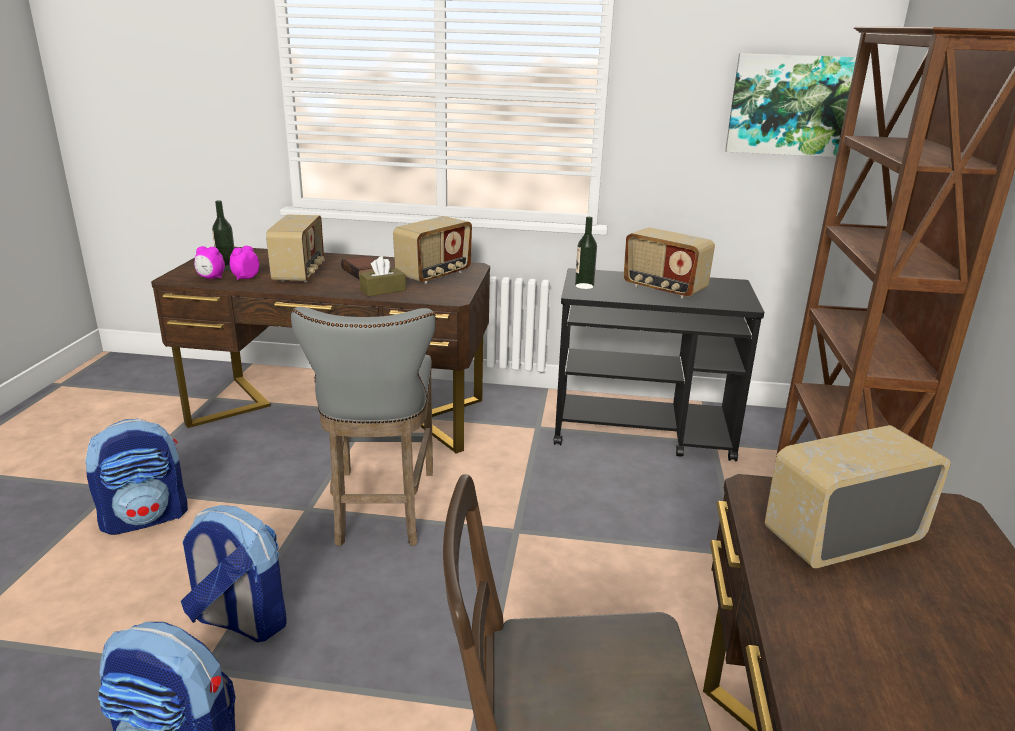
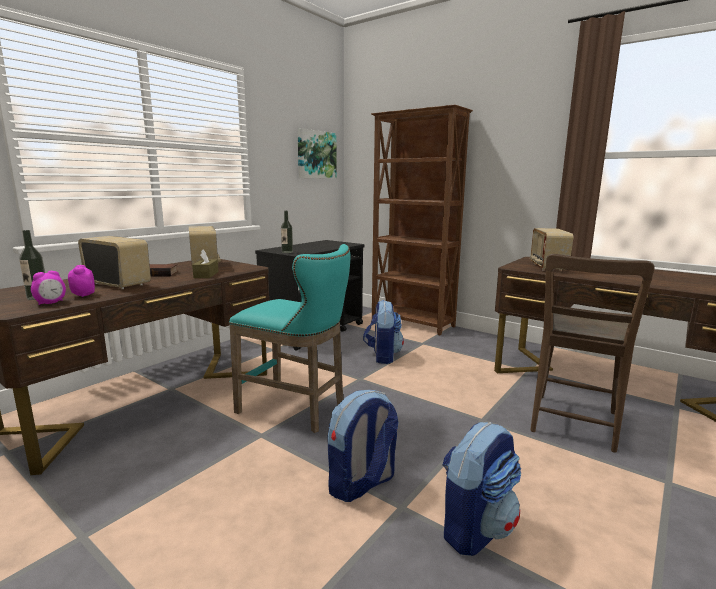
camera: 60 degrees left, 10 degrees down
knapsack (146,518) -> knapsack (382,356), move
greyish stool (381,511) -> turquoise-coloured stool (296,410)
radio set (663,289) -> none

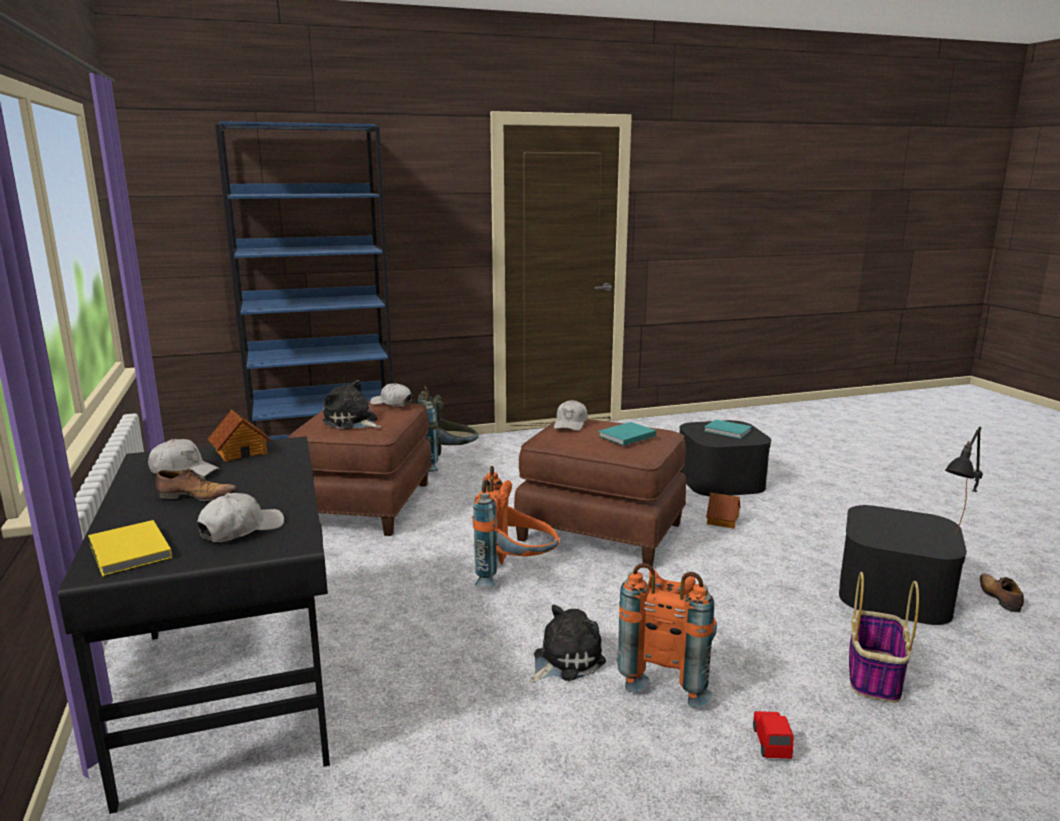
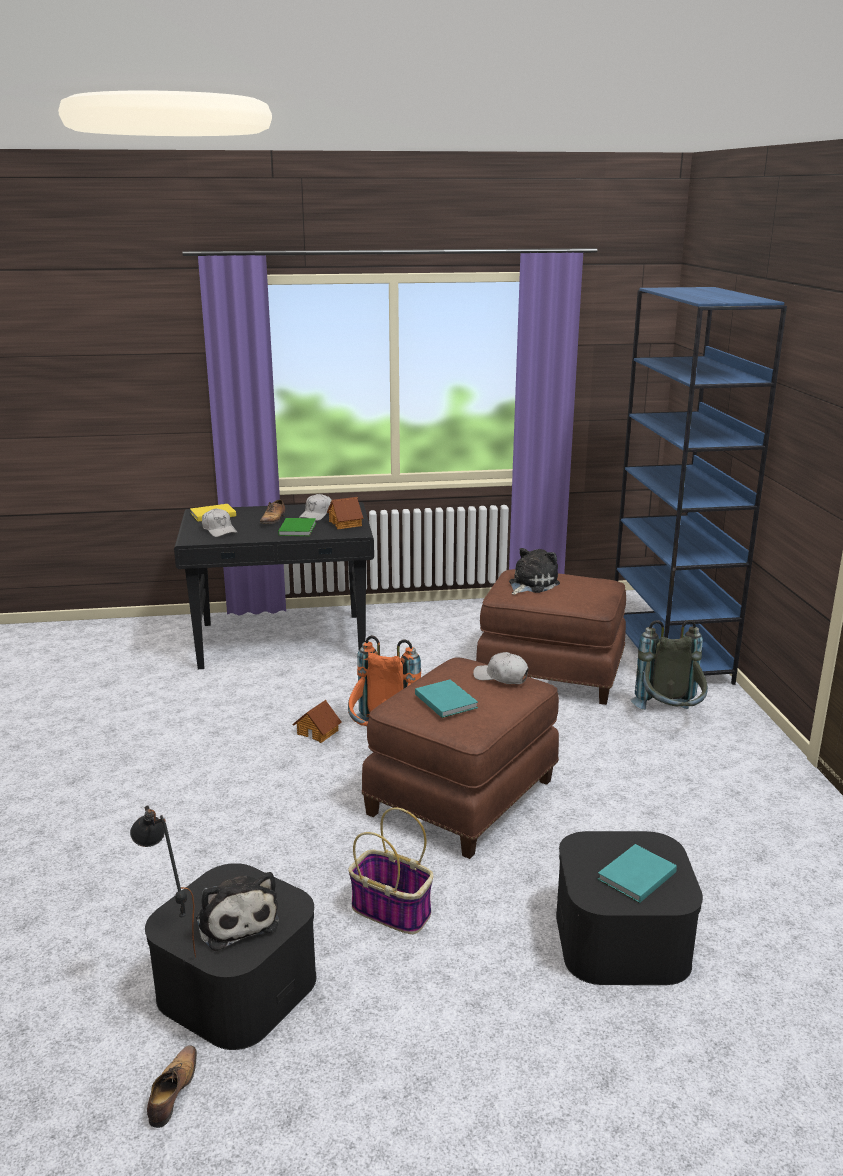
camera: 100 degrees right, 5 degrees up
white cap (392,403) -> none
soft toy (565,660) -> soft toy (236,920), move
orange-coloured knapsack (668,675) -> none
miniature house (722,520) -> miniature house (318,732), move
reddish toy car (771,743) -> none
basket (873,675) -> basket (393,910), move
low shoe (999,597) -> low shoe (172,1092), 90 degrees counterclockwise
none -> greenish bound book (298,529)

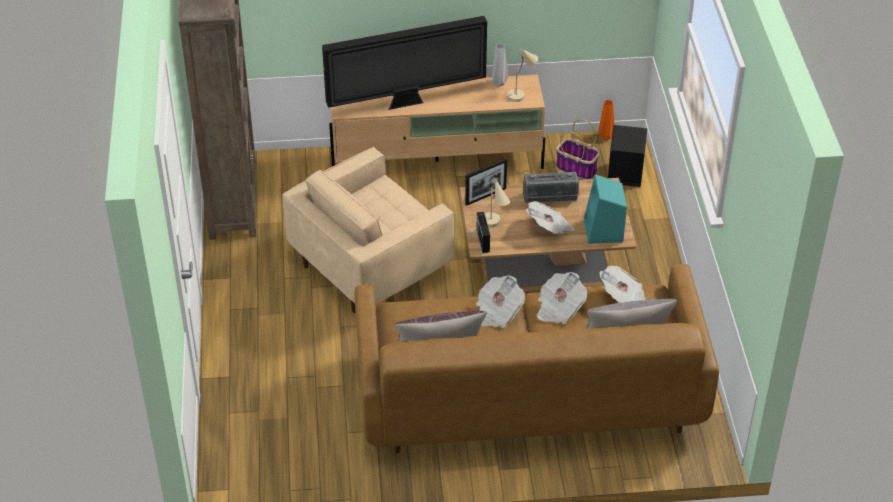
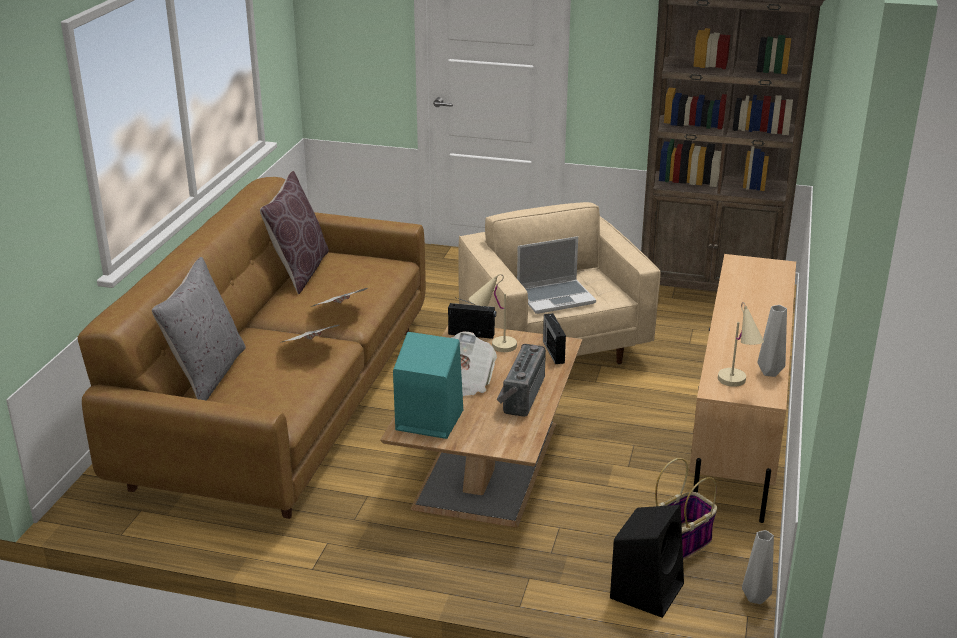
camera: 110 degrees right, 15 degrees down
TV (407,103) -> none
standing frame (485,196) -> radio set (553,351)
orange-coloured flower vase (605,136) -> greyish flower vase (757,598)
newspaper (623,297) -> none
none -> notebook computer (556,297)

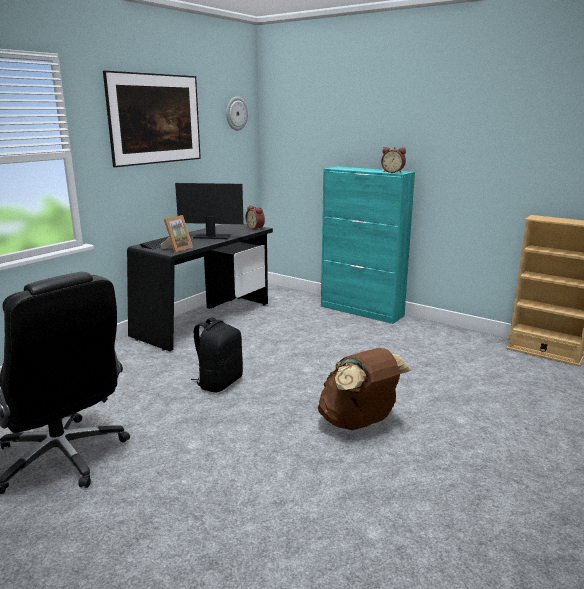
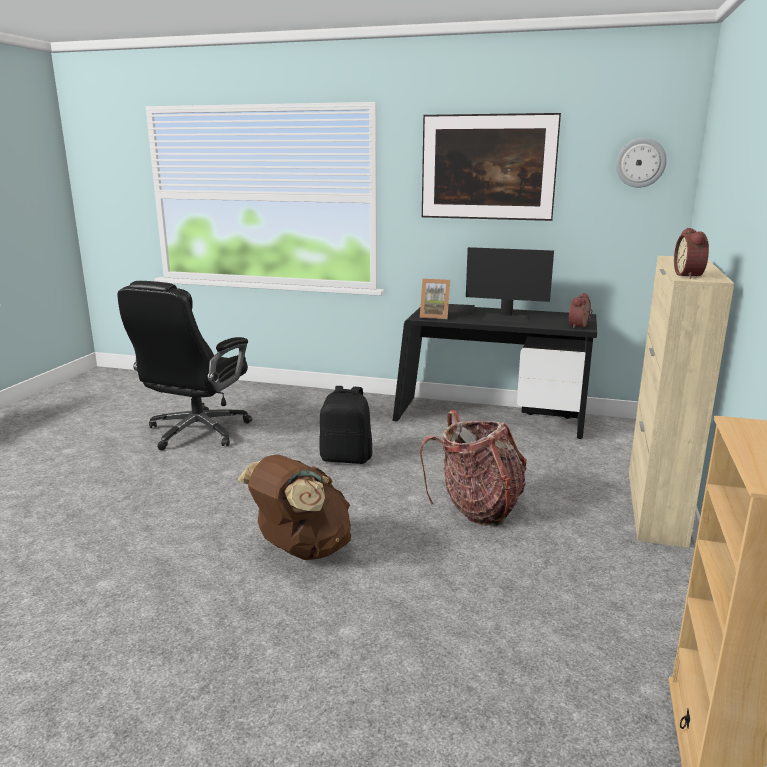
camera: 70 degrees right, 0 degrees up
computer display (212,236) -> computer display (505,318), 120 degrees clockwise
turquoise-coloured storage cabinet (362,311) -> beige storage cabinet (655,507)
none -> knapsack (477,508)

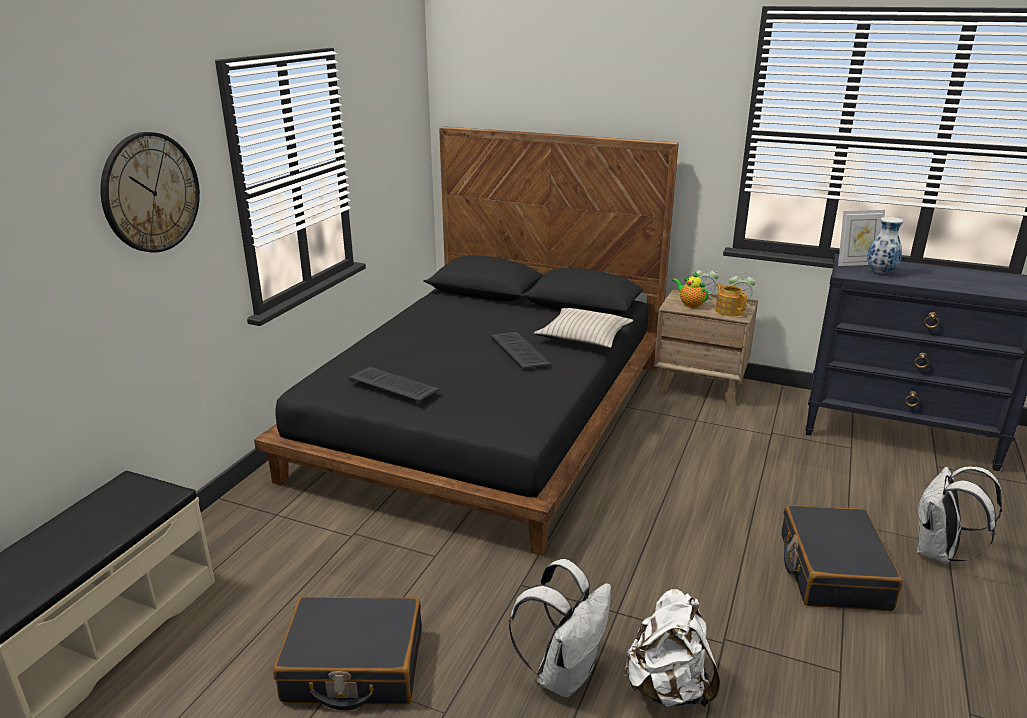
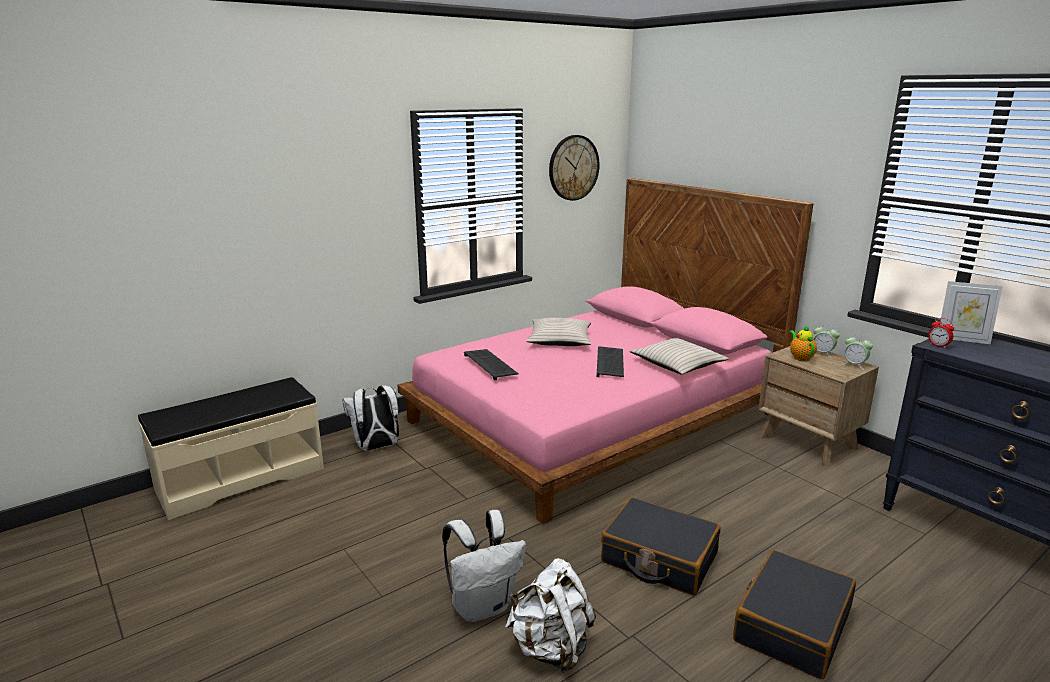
camera: 30 degrees right, 5 degrees down
hanging clock (150,192) -> hanging clock (573,168), move
black bed (488,418) -> pink-coloured bed (593,419)
black piece of luggage (354,666) -> black piece of luggage (659,558), move
pot for tea (729,311) -> none
flower vase (881,272) -> none
white knapsack (939,553) -> white knapsack (376,447), move
none -> beige throw pillow (560,340)
none -> bedside clock (938,346)

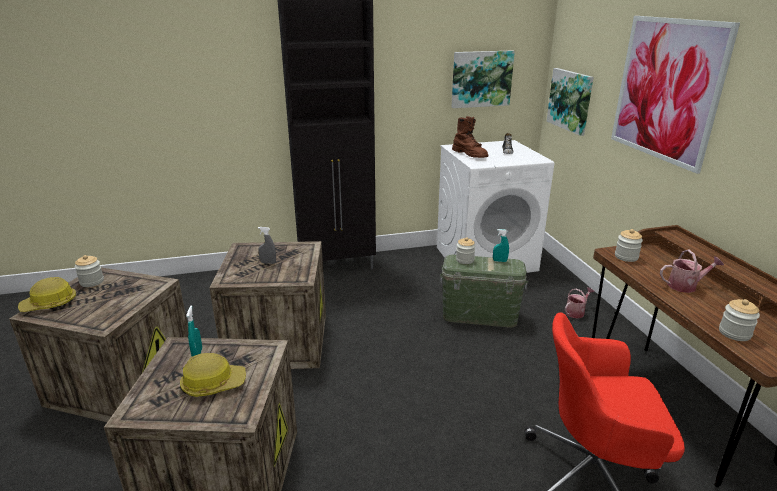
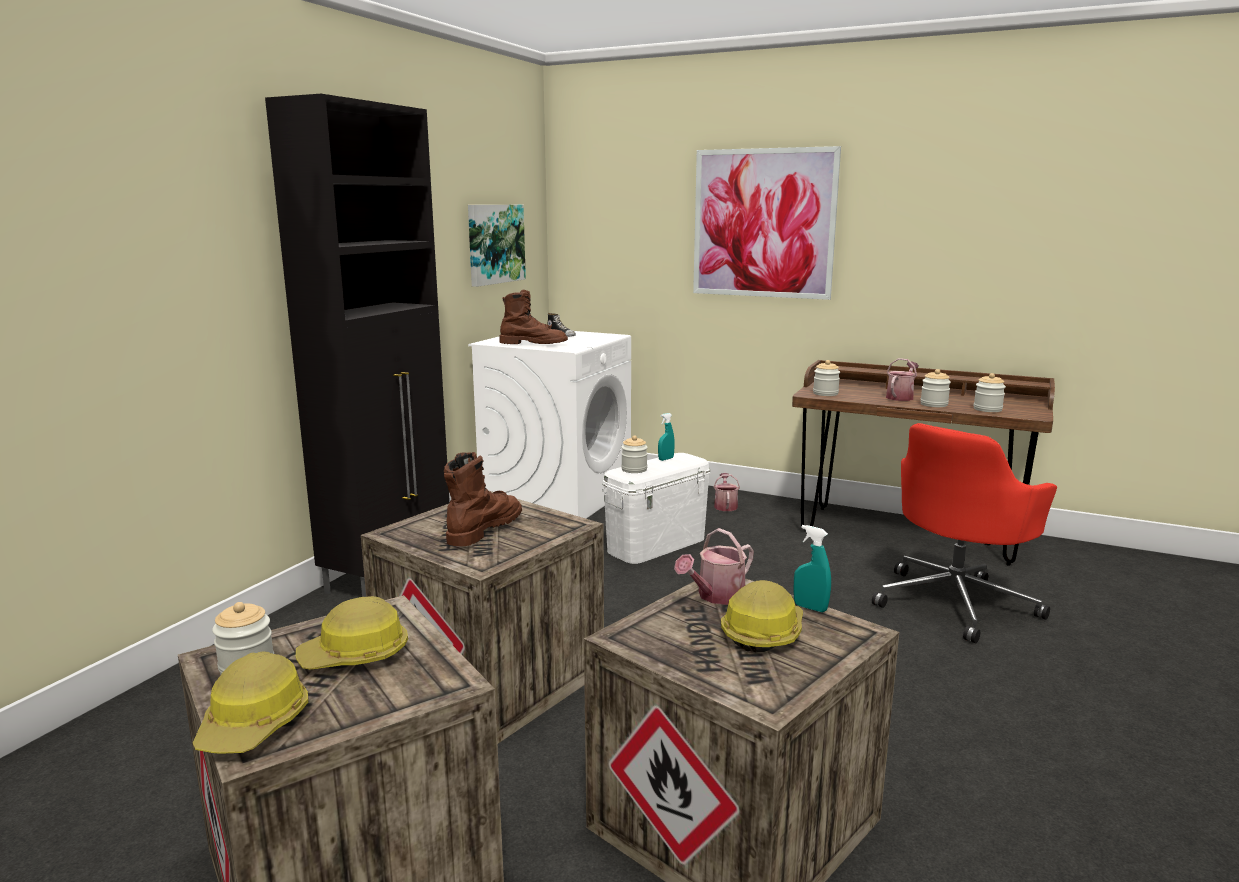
camera: 50 degrees left, 10 degrees down
turquoise-coloured hand sprayer (197,353) -> turquoise-coloured hand sprayer (810,608), move
greyish hand sprayer (268,262) -> brown high-top boot (483,529)
greenish storage box (480,315) -> white storage box (656,544)
wall picture (570,100) -> none
none -> safety helmet (355,655)
none -> sprinkling can (716,596)
none -> storage jar (934,404)

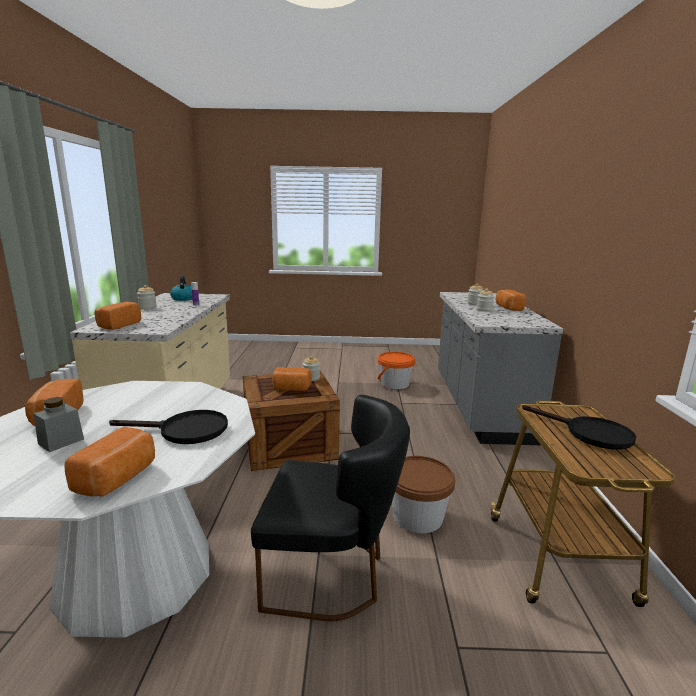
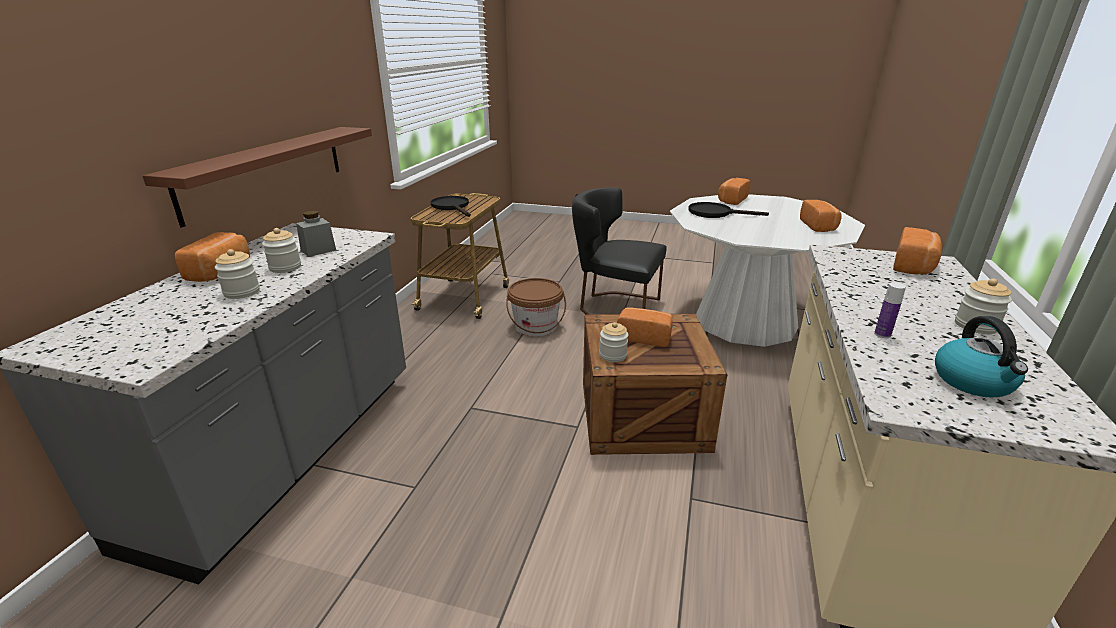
camera: 165 degrees left, 10 degrees up
greyish storage jar (61,441) -> greyish storage jar (318,250), move
orange-coloured pail (394,384) -> none
none -> brown shelf (266,170)

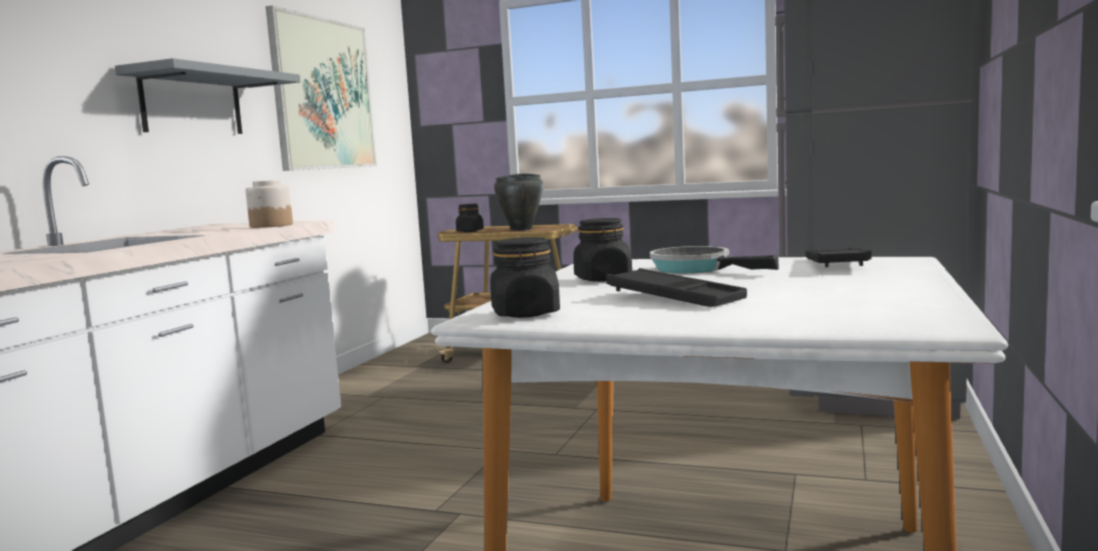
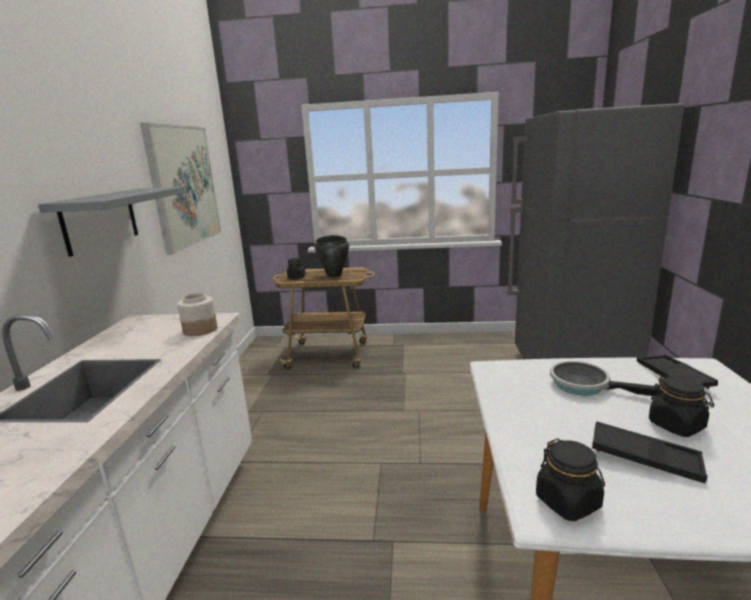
camera: 15 degrees left, 10 degrees up
black storage jar (603,279) -> black storage jar (676,425), move

